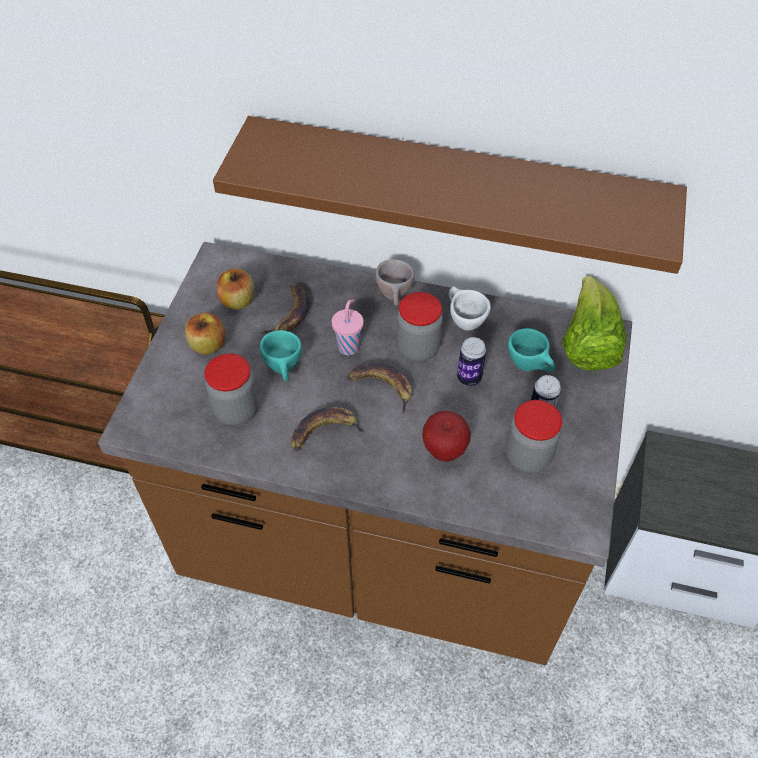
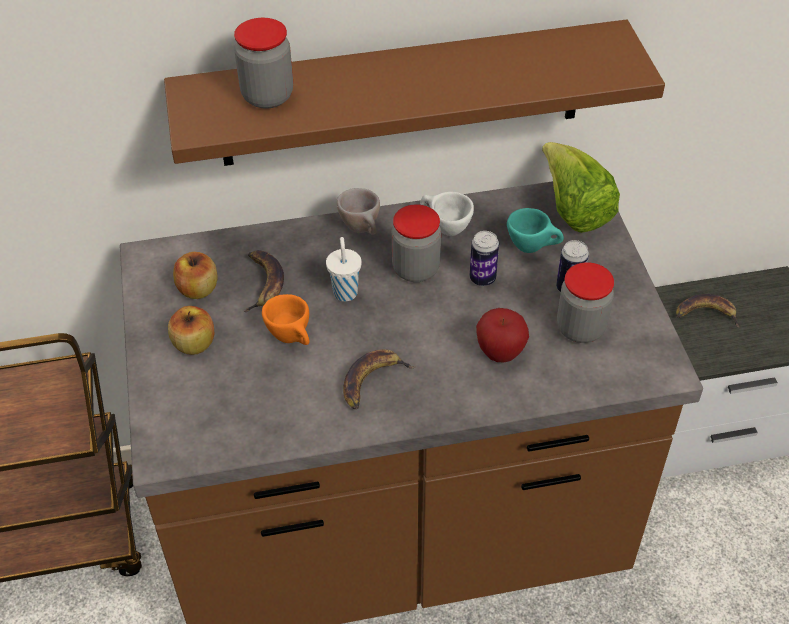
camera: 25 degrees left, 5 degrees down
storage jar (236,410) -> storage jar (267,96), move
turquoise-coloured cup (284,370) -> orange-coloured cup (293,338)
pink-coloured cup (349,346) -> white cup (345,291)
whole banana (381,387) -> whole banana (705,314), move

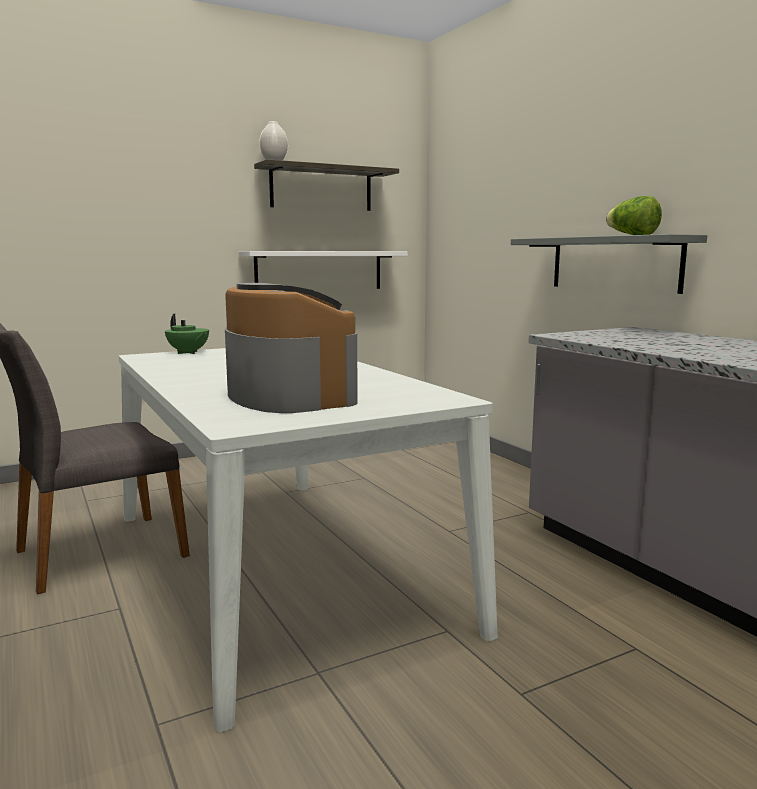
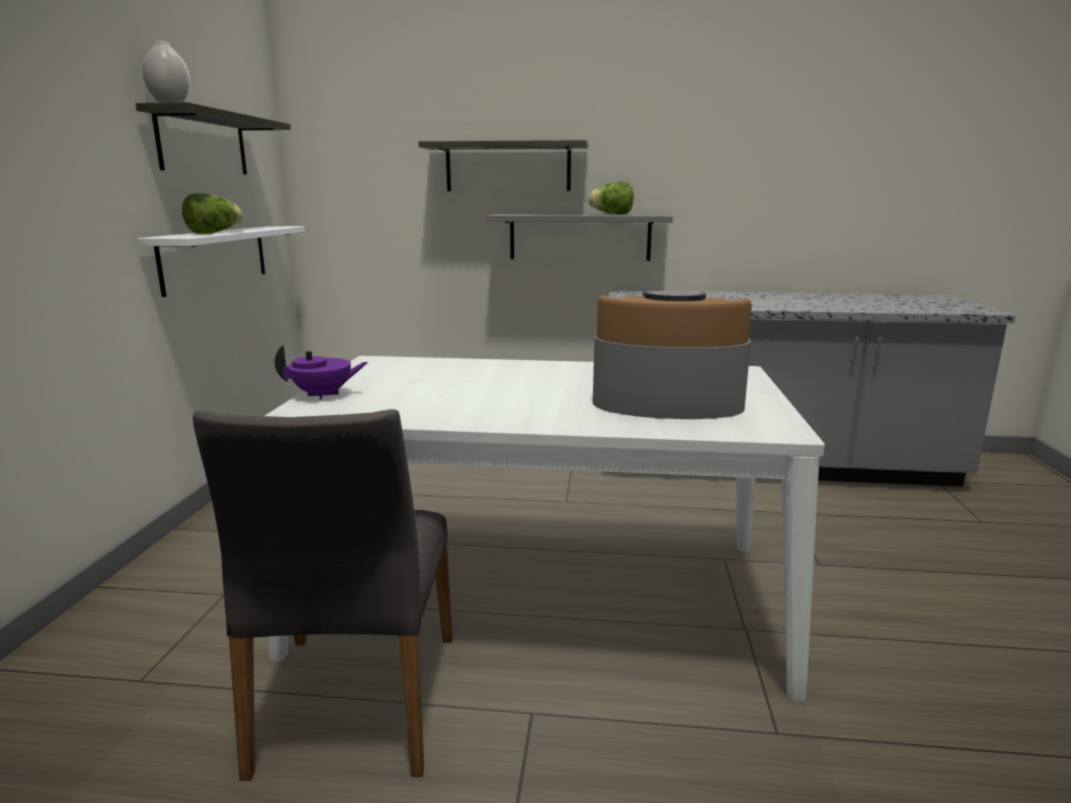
camera: 55 degrees left, 5 degrees up
greenish pot for tea (188,352) -> purple-coloured pot for tea (323,395)
none -> lettuce (214,233)
none -> shelf (508,167)

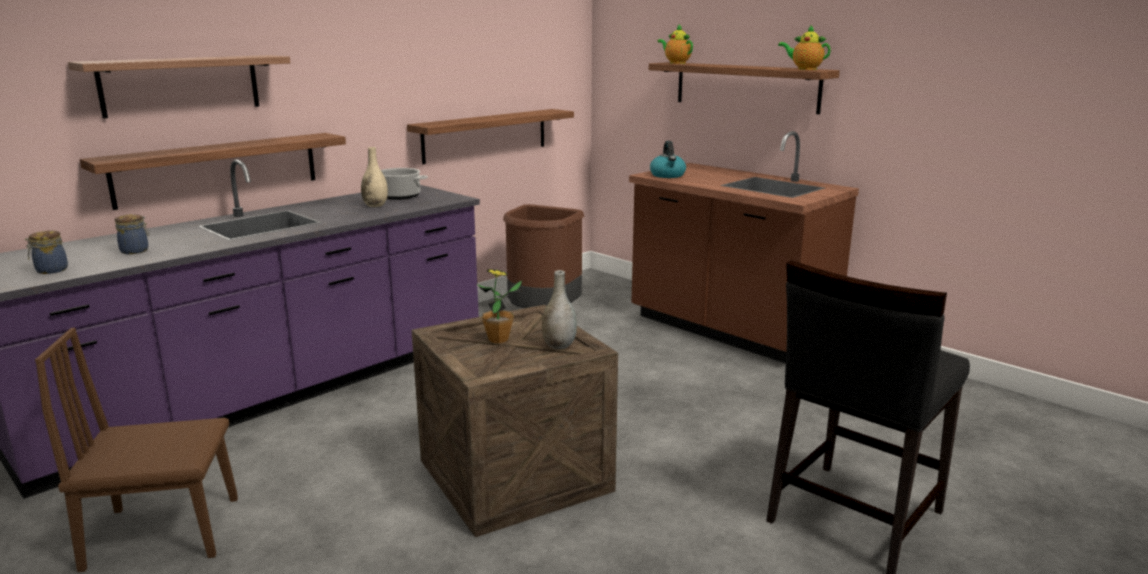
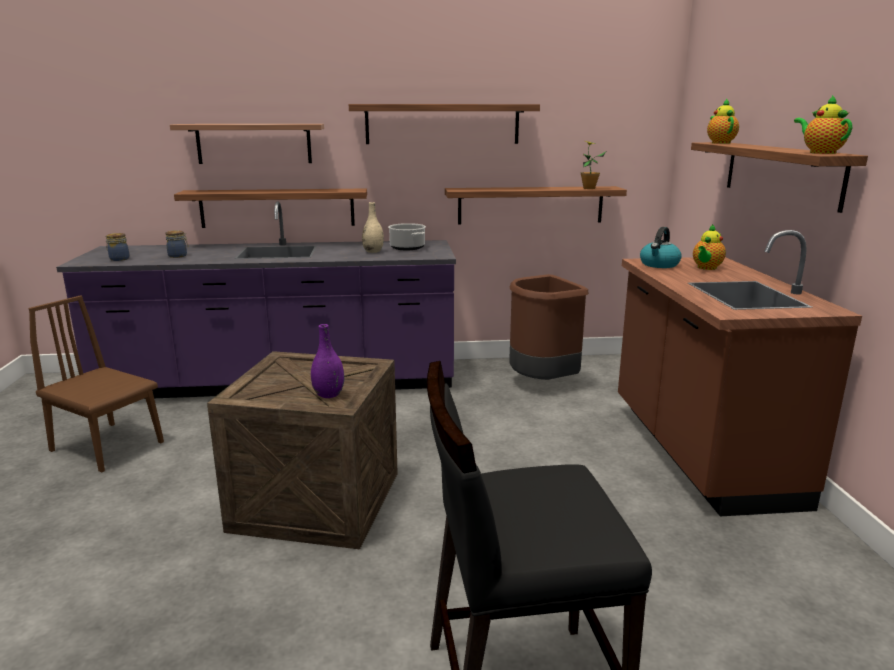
camera: 40 degrees right, 0 degrees up
plant in a pot (498,339) -> plant in a pot (589,188), move
greyish flower vase (559,346) -> purple-coloured flower vase (328,395)
none -> shelf (442,124)
none -> pot for tea (706,268)

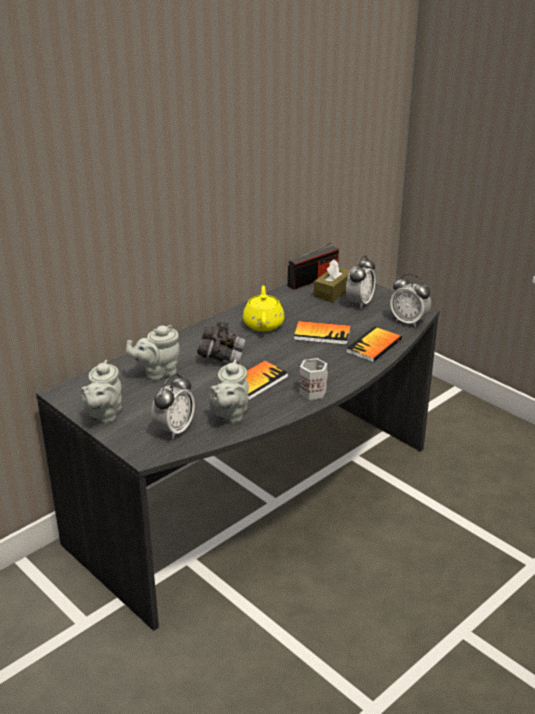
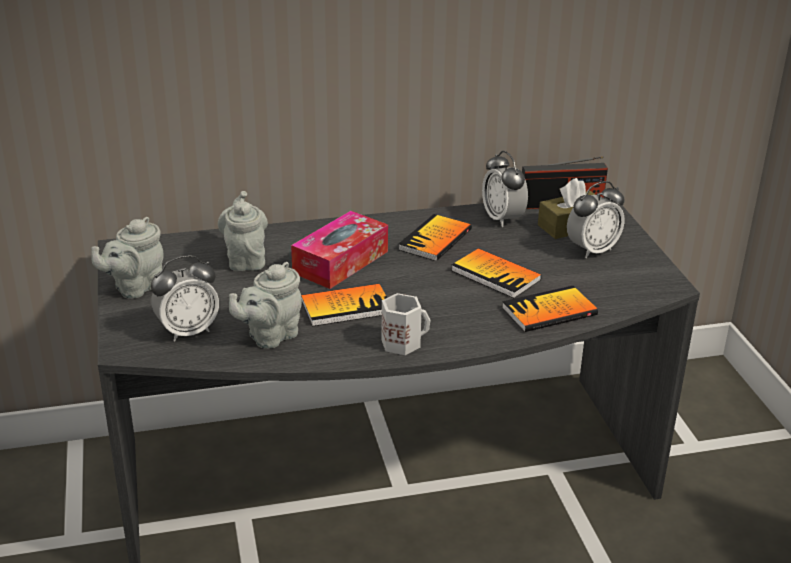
camera: 30 degrees right, 0 degrees up
greyish pot for tea (157,373) -> greyish pot for tea (245,259), 75 degrees clockwise
greyish pair of binoculars (221,355) -> box of tissues (340,262)
yellow pot for tea (263,324) -> bound book (435,239)
bedside clock (408,321) -> bedside clock (502,219), move

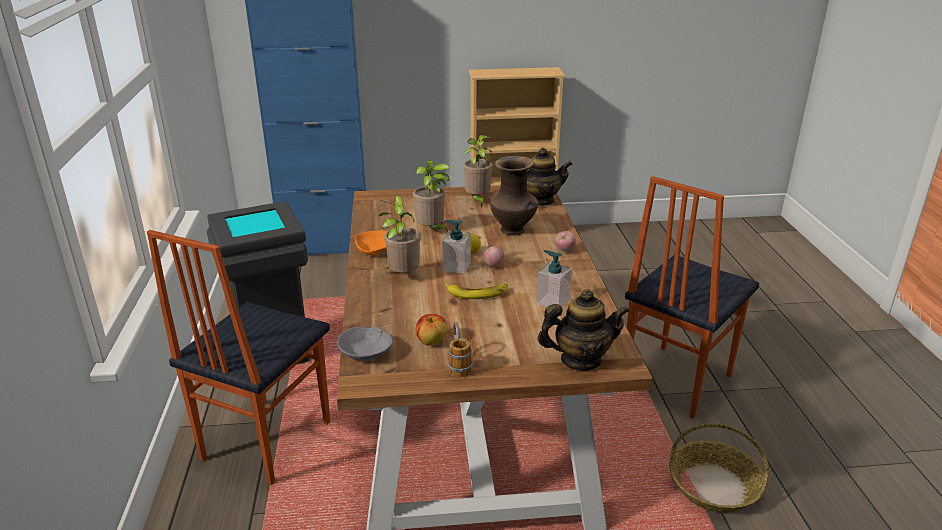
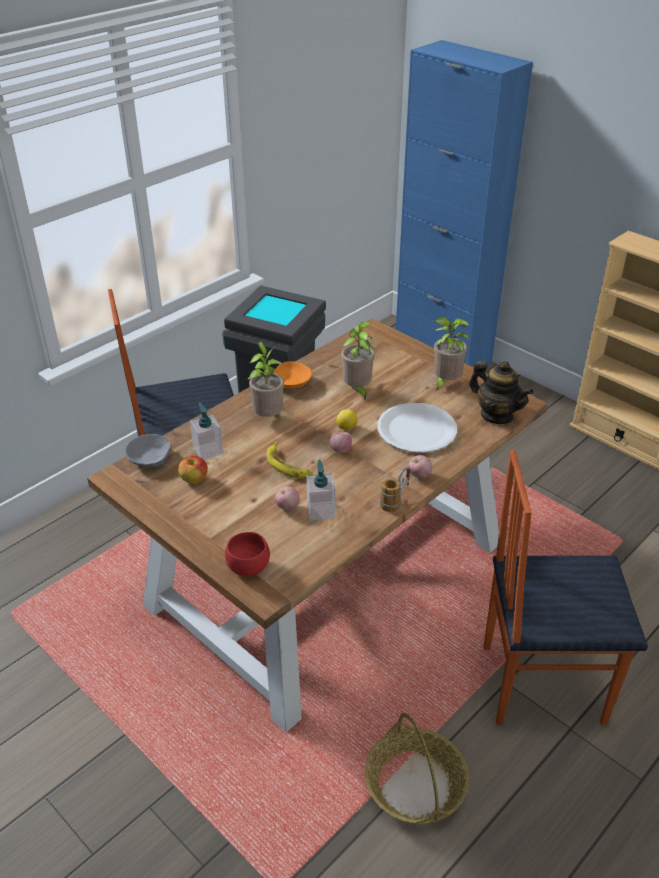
camera: 50 degrees right, 10 degrees up
soap bottle (456,267) -> soap bottle (208,450), move
mug (458,364) -> mug (395,500), move
brown flower vase (513,231) -> white flat dish (416,430)
pot for tea (580,360) -> reddish bowl (248,567)
none -> apple (287,507)

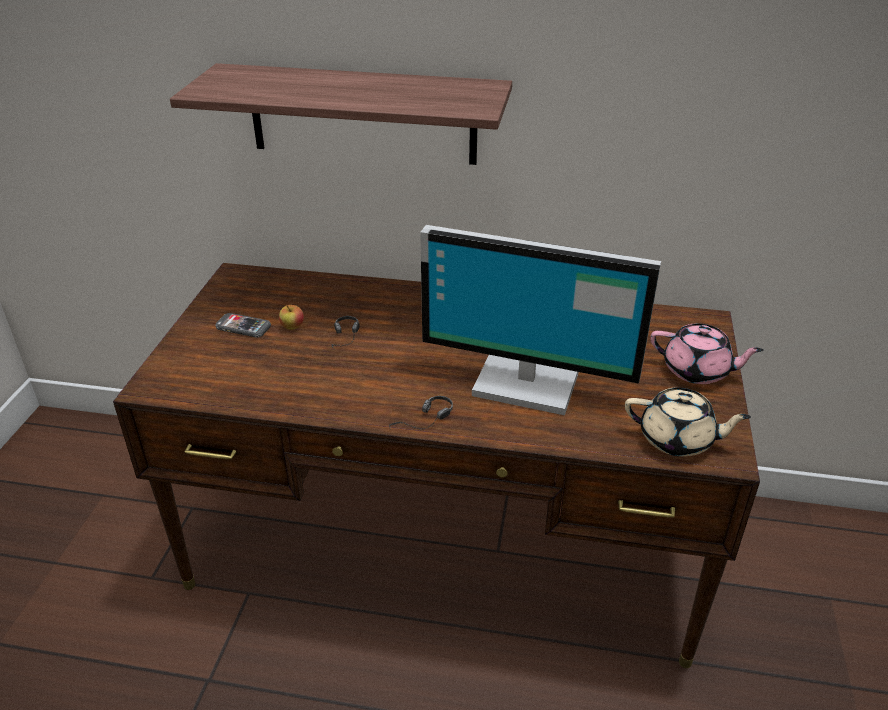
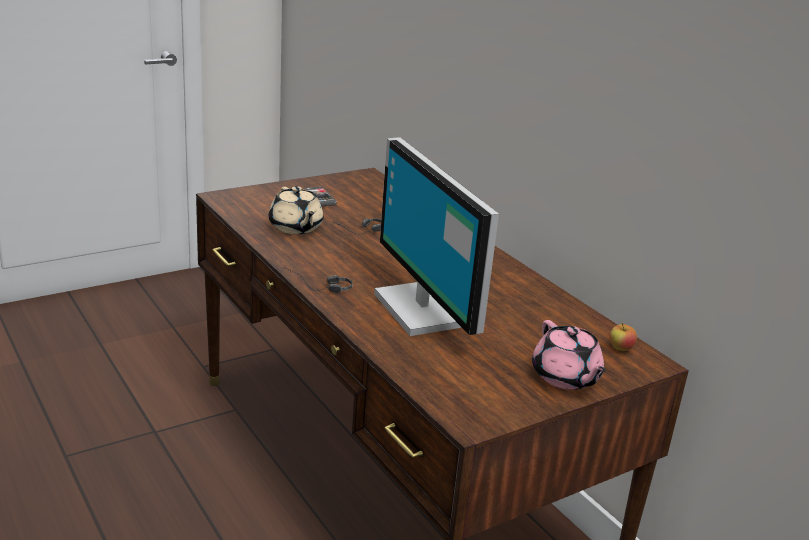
camera: 45 degrees right, 10 degrees down
shelf (362,114) -> none
apple (292,327) -> apple (620,348), move
beige pot for tea (678,439) -> beige pot for tea (296,227), move

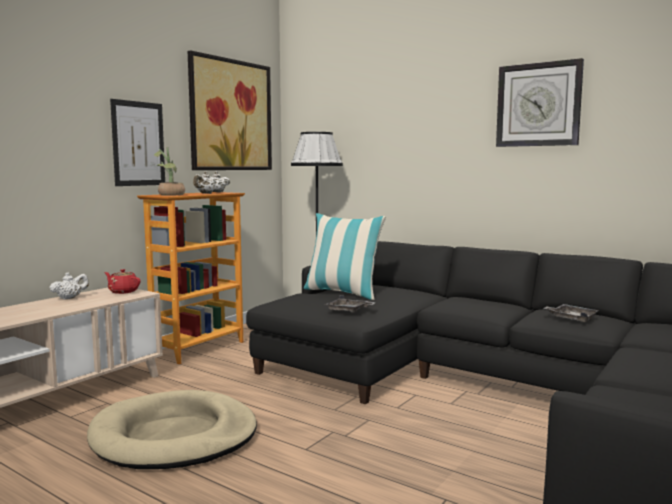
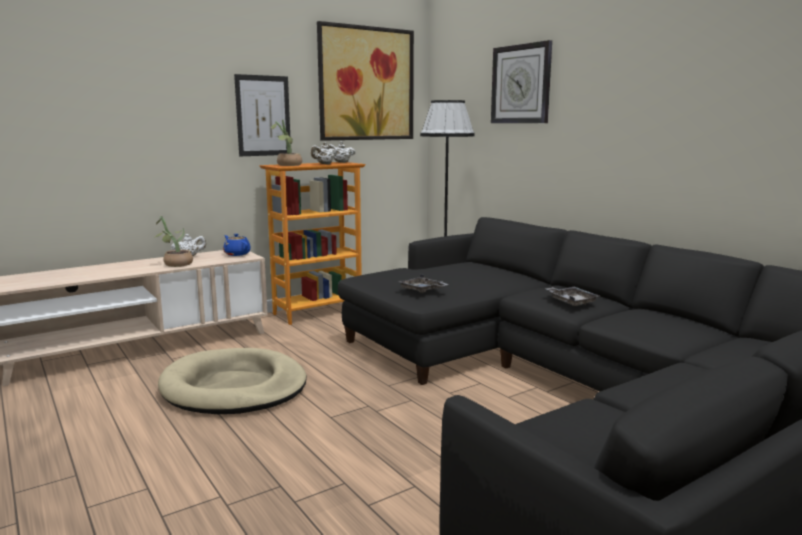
camera: 20 degrees right, 5 degrees up
reddish pot for tea (123,291) -> bluish pot for tea (237,254)
throw pillow (343,292) -> none
hanging clock (538,105) -> hanging clock (521,84), move
greyish carrying tray (571,318) -> greyish carrying tray (571,301), move
none -> plant in a pot (174,264)

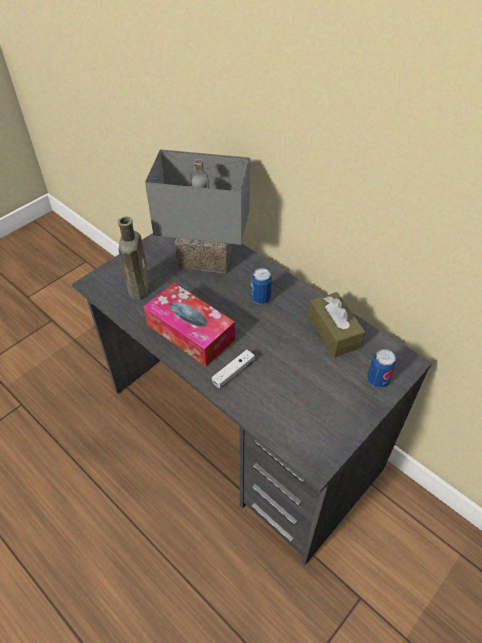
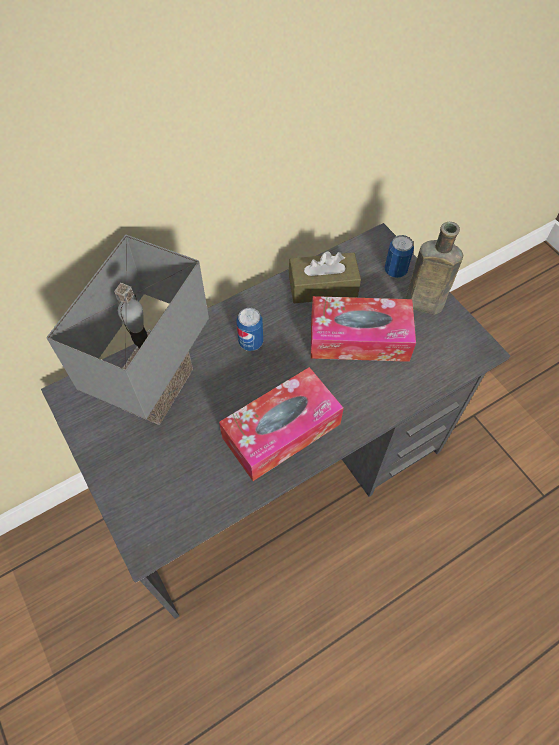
camera: 75 degrees left, 10 degrees up
brown beverage bottle (139,287) -> brown beverage bottle (420,303), move
white joypad (233,372) -> none
none -> box of tissues (359,338)

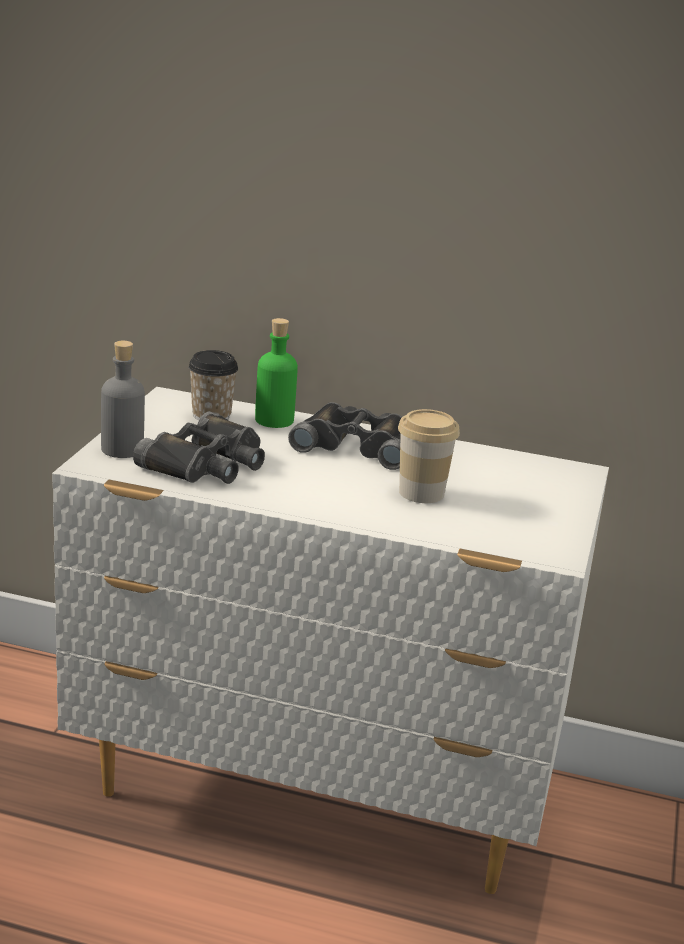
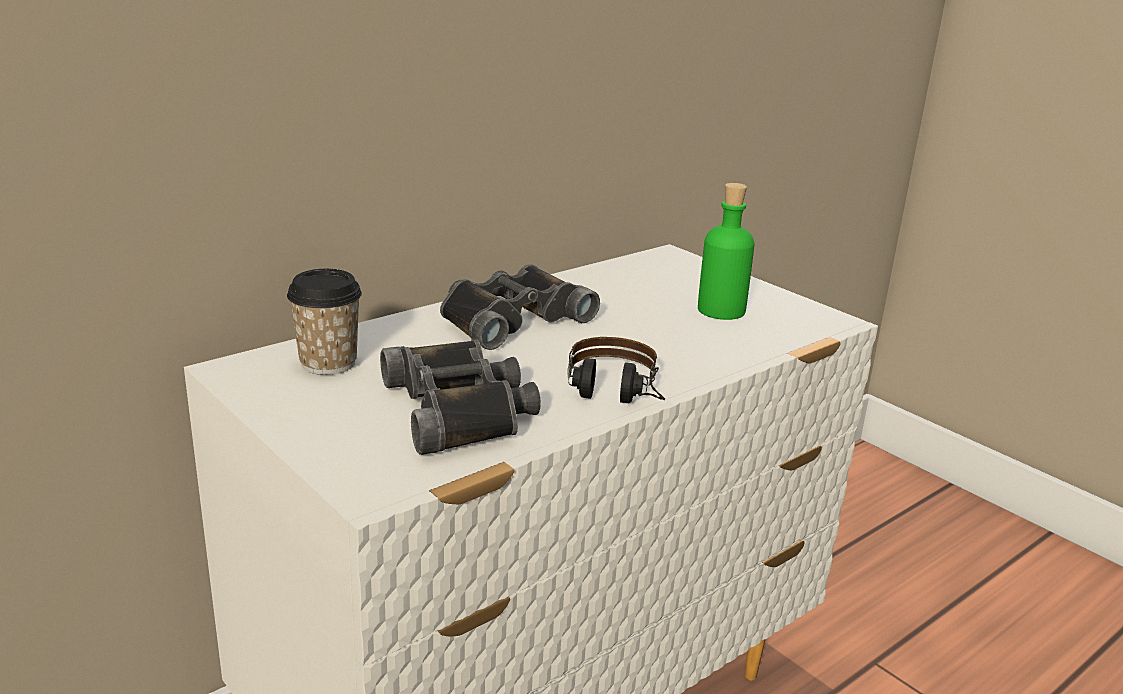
camera: 55 degrees left, 0 degrees up
greyish beverage bottle (122,449) -> none
greenish beverage bottle (274,420) -> greenish beverage bottle (721,310), move
cup (421,493) -> none
none -> pair of headphones (613,397)

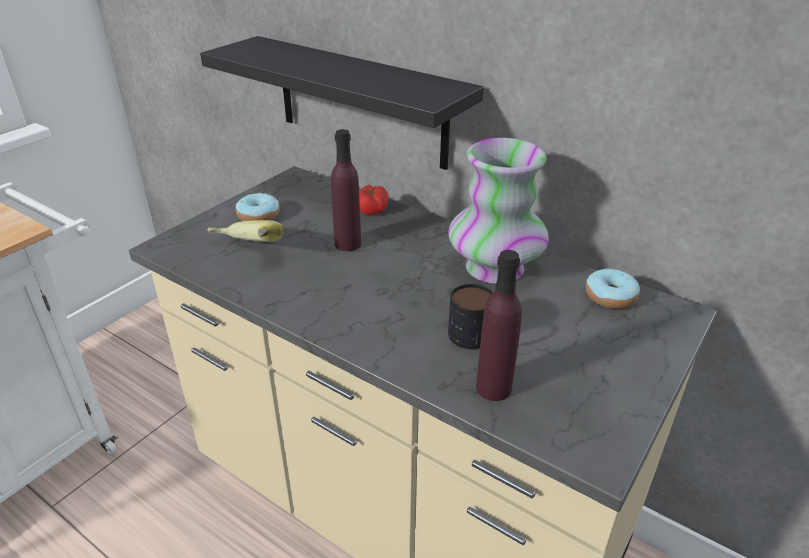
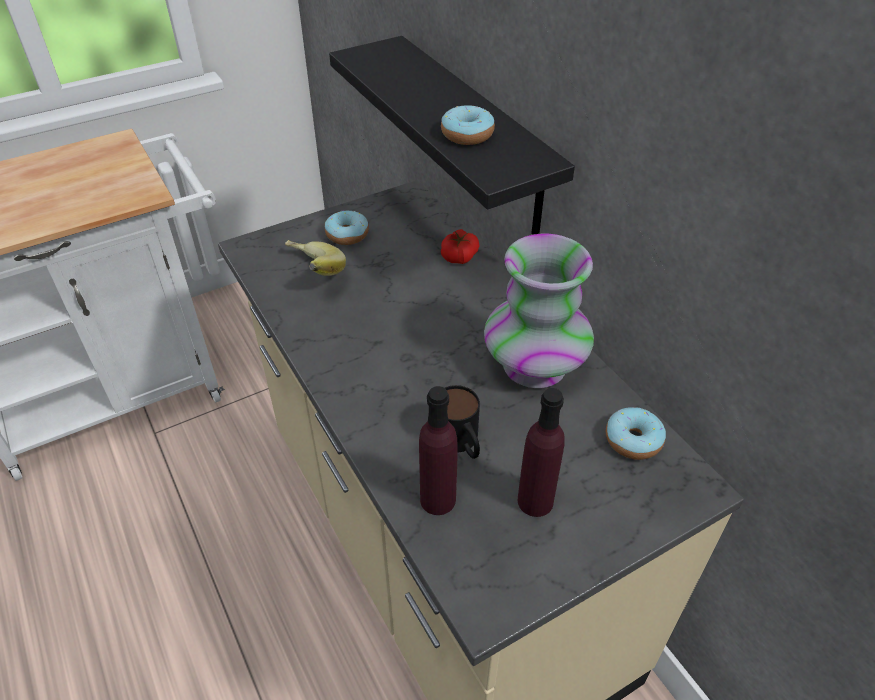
camera: 25 degrees right, 10 degrees up
purple-coloured beverage bottle (348,244) -> purple-coloured beverage bottle (535,501), move
none -> donut (467,135)

